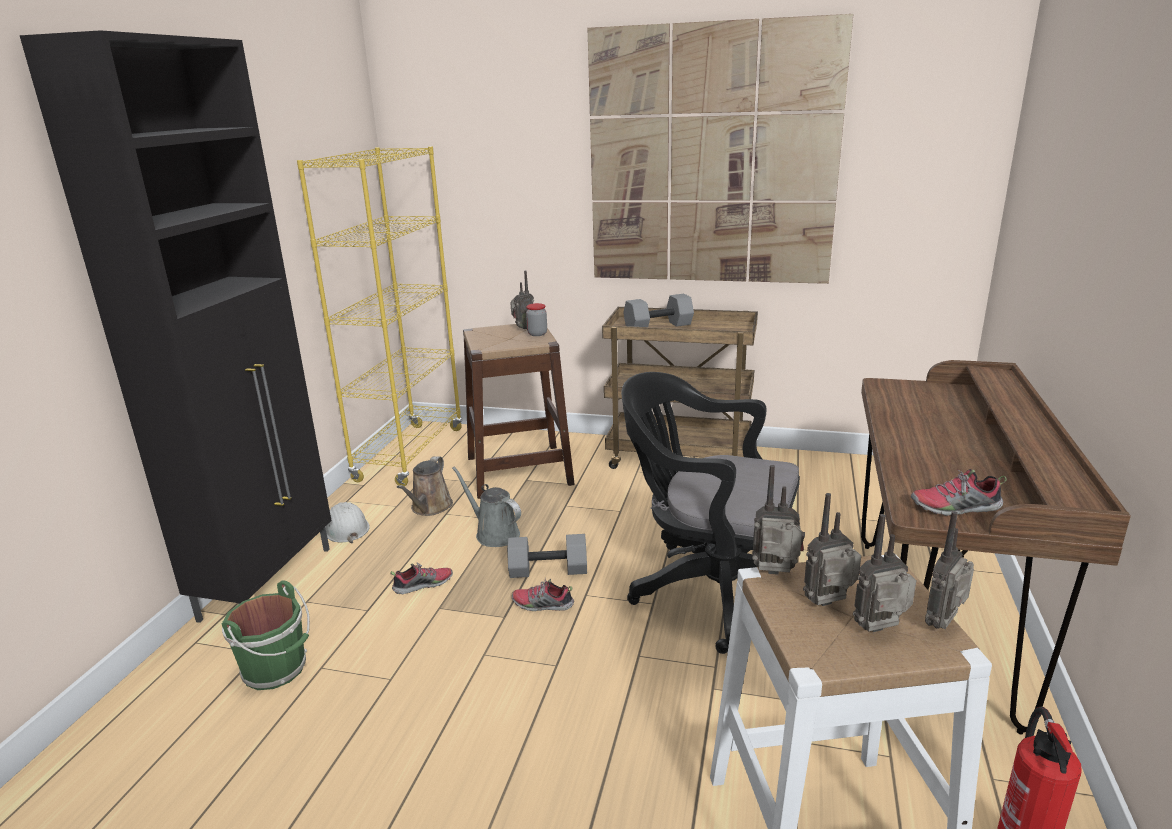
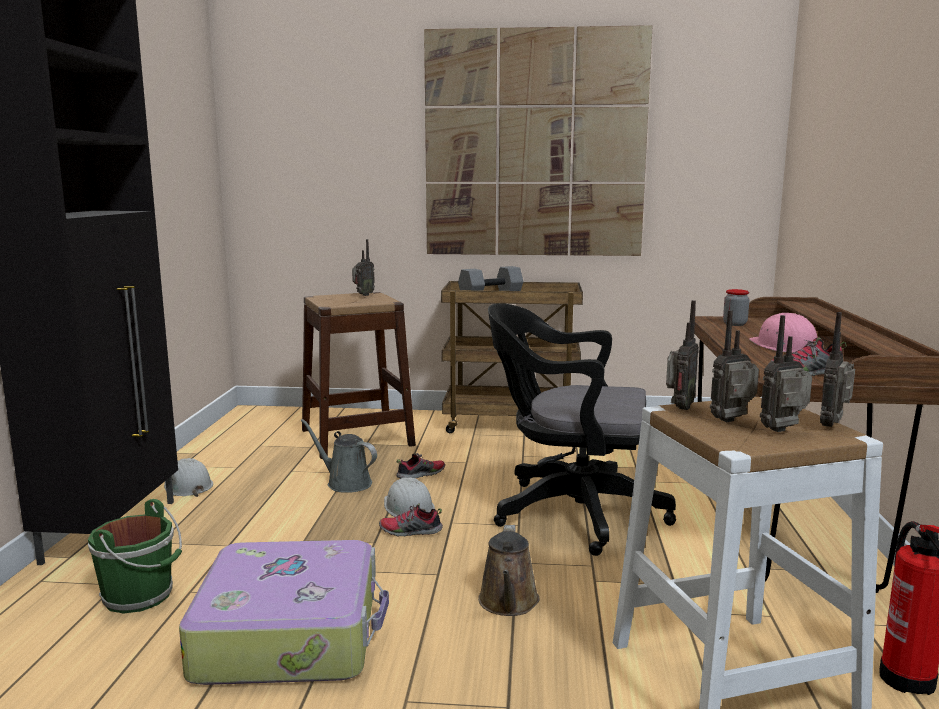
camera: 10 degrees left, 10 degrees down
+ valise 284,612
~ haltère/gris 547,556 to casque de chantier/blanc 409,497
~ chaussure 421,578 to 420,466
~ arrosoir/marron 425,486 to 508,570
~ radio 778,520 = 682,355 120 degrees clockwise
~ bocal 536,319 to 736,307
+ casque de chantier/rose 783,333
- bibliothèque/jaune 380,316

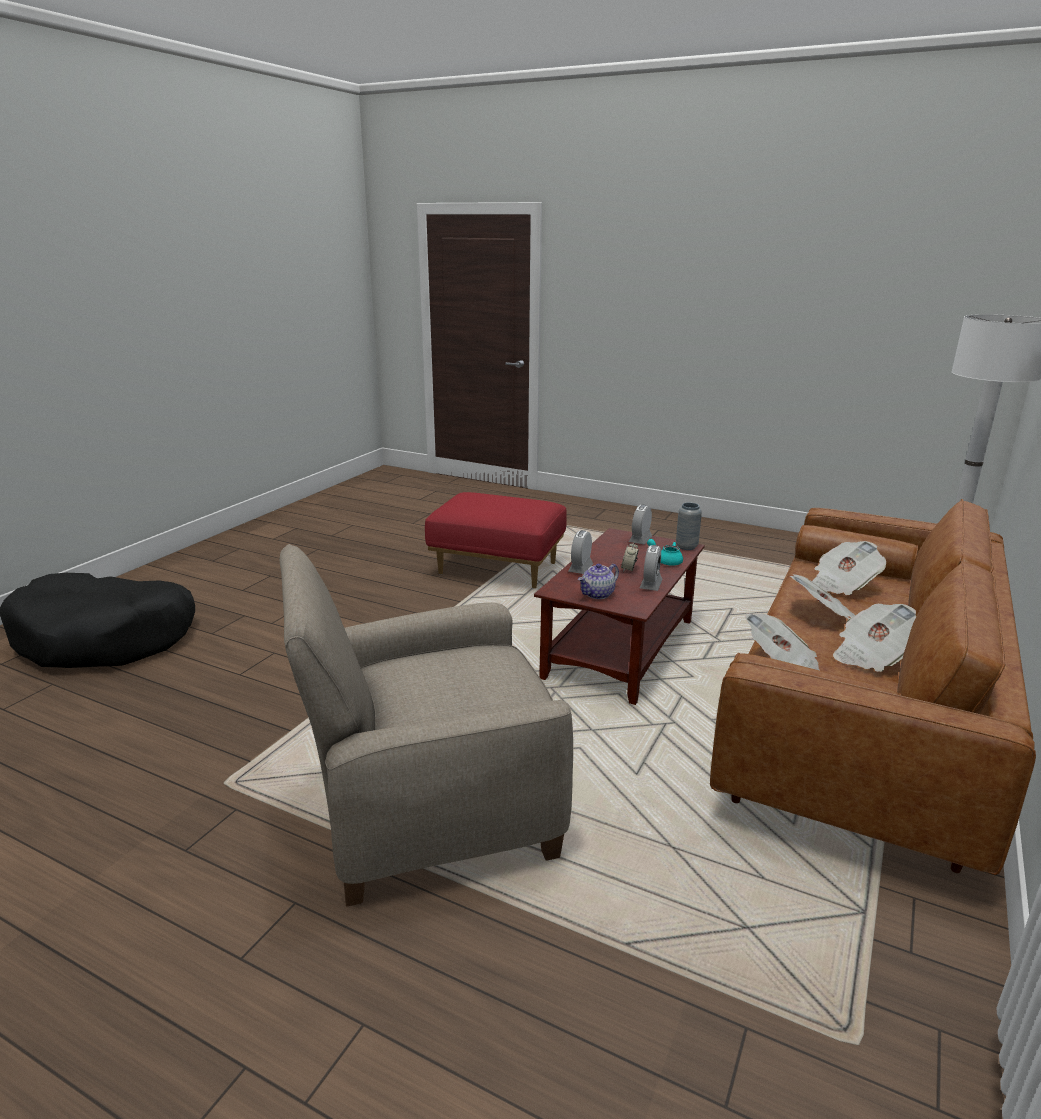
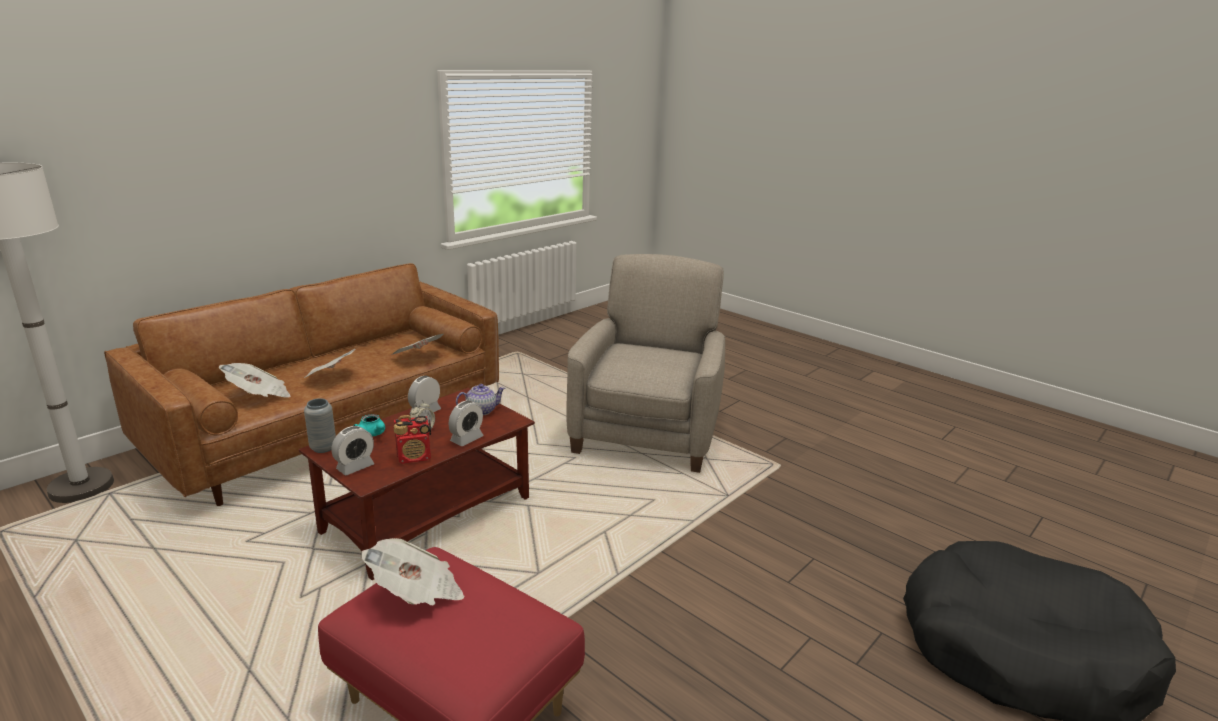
camera: 165 degrees left, 0 degrees up
~ journal 874,637 to 413,571
+ radio 412,439
~ fauteuil/beige 426,725 = 645,363 75 degrees counterclockwise

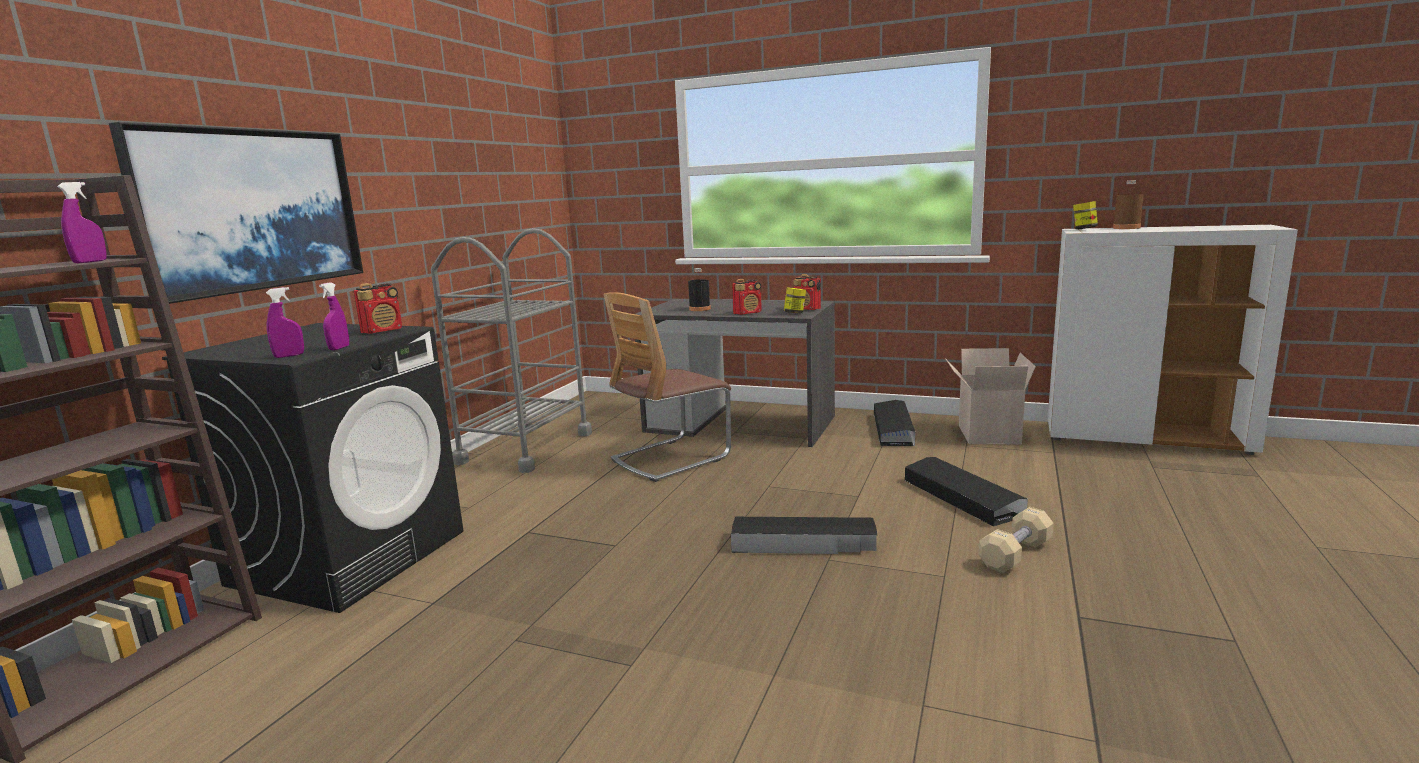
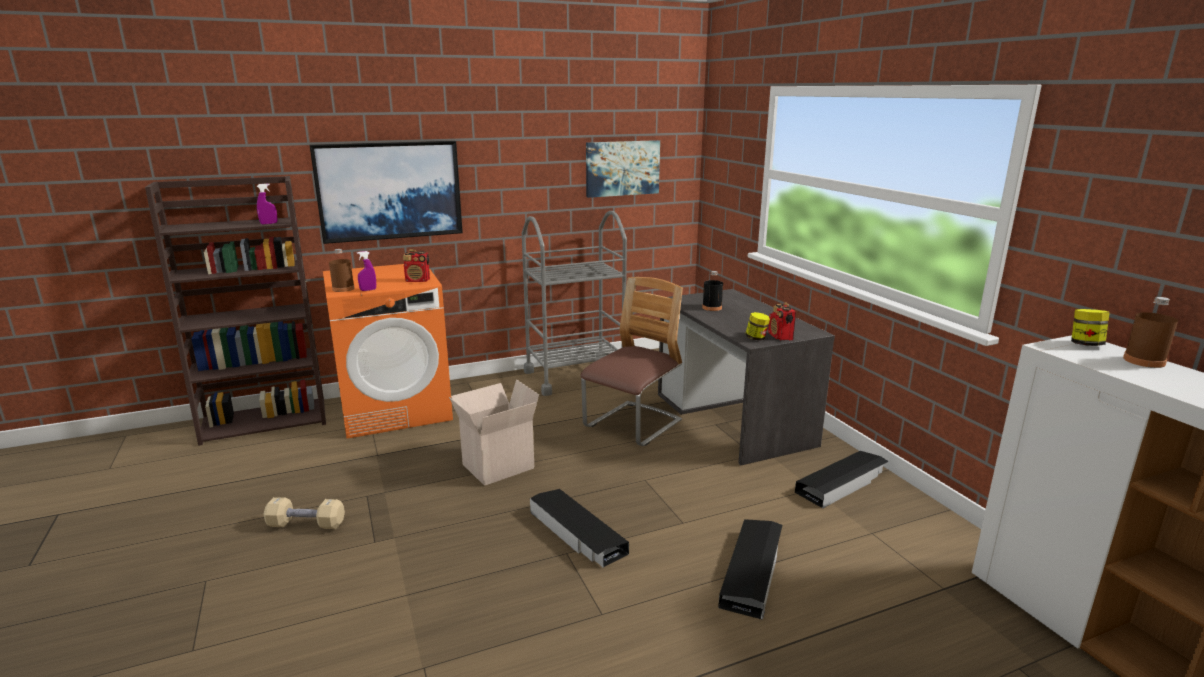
camera: 45 degrees right, 5 degrees up
~ haltère/beige 1016,540 to 304,513
~ lave-linge/noir 312,468 to lave-linge/orange 388,351
~ vaporisateur/violet 285,322 to bouteille/marron 341,270
~ carton 990,396 to 494,432
~ chaise 667,387 = 631,361 120 degrees clockwise
+ tableau 623,169
- radio 747,297

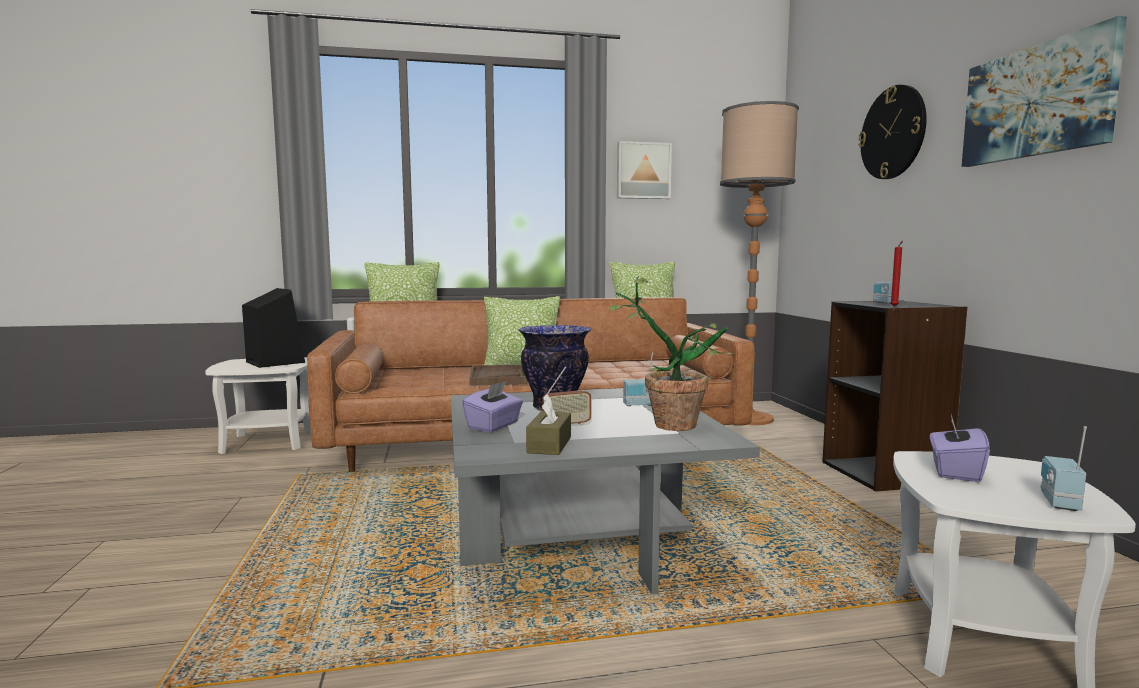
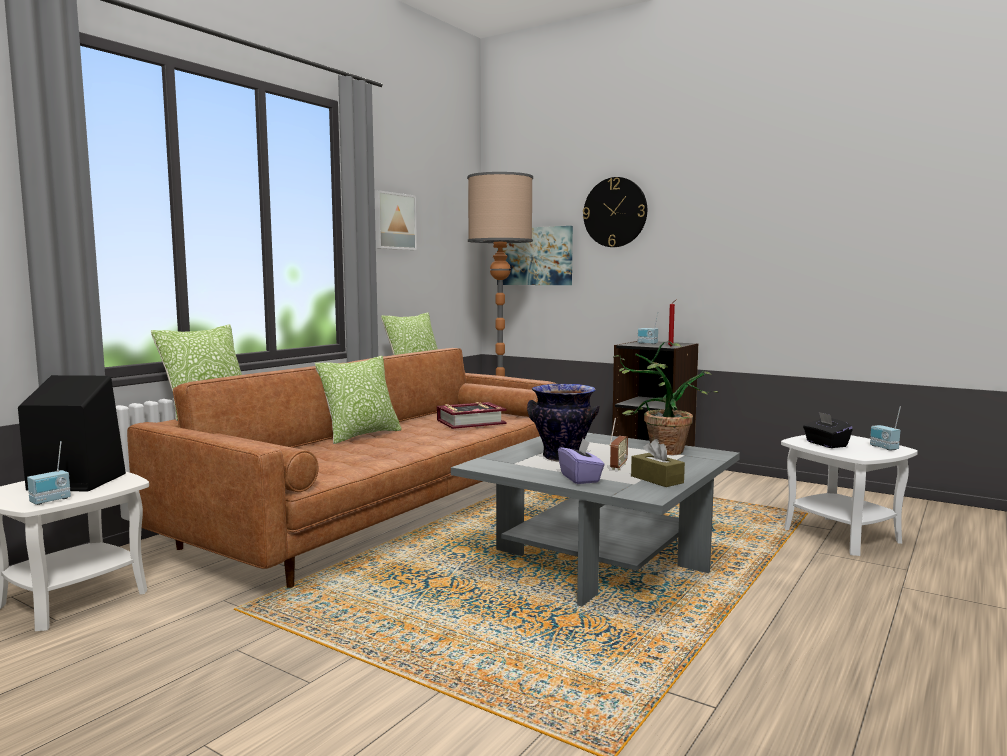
camera: 45 degrees left, 0 degrees up
~ radio 638,379 to 49,473
+ livre 471,415
~ tableau 1044,91 to 535,255
~ boîte à mouchoirs/violet 960,448 to boîte à mouchoirs/noir 828,430
- plateau/marron 498,375

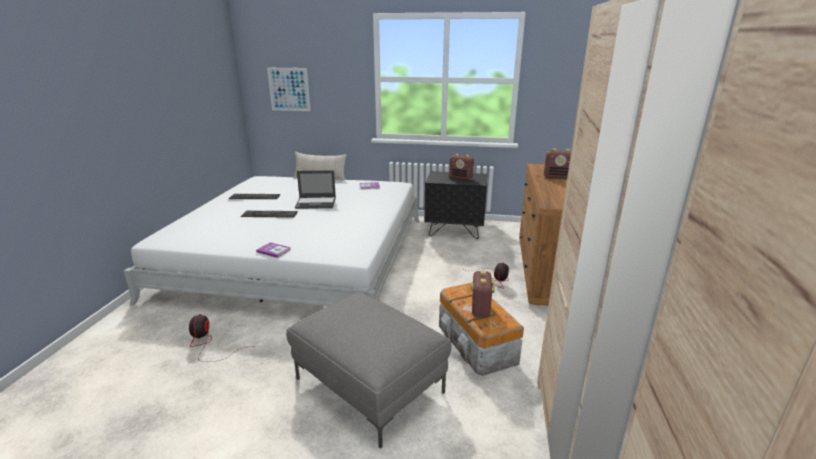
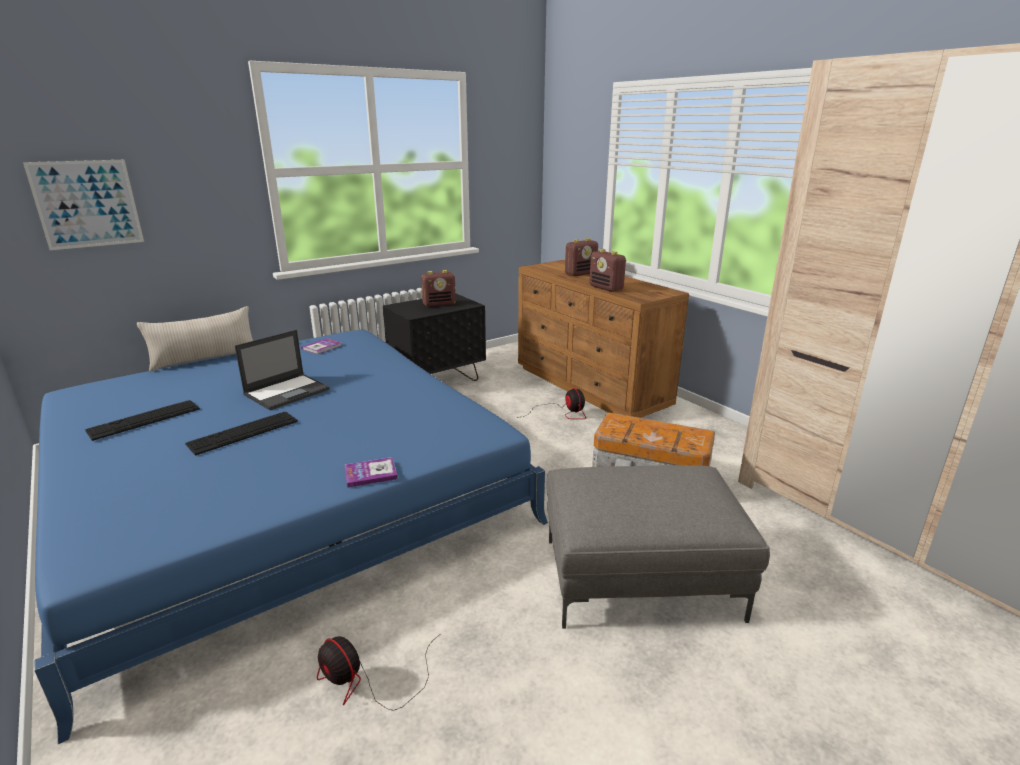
camera: 45 degrees left, 0 degrees up
~ lit/blanc 271,241 to lit/bleu 291,537
~ radio 482,294 to 608,270

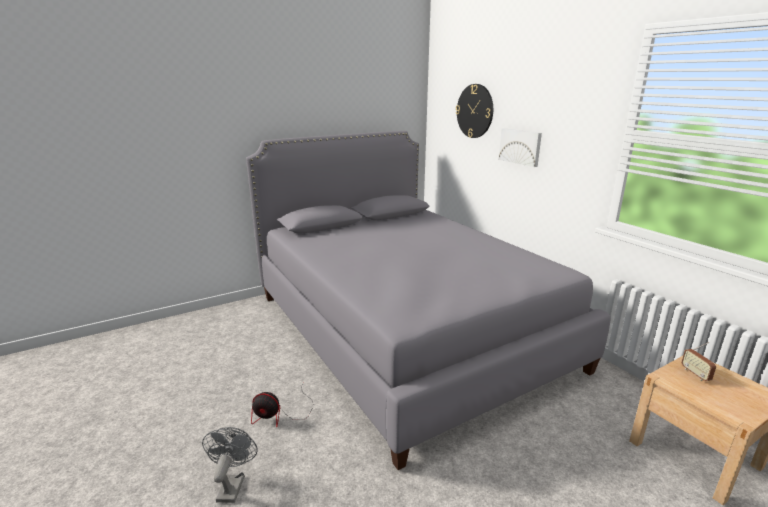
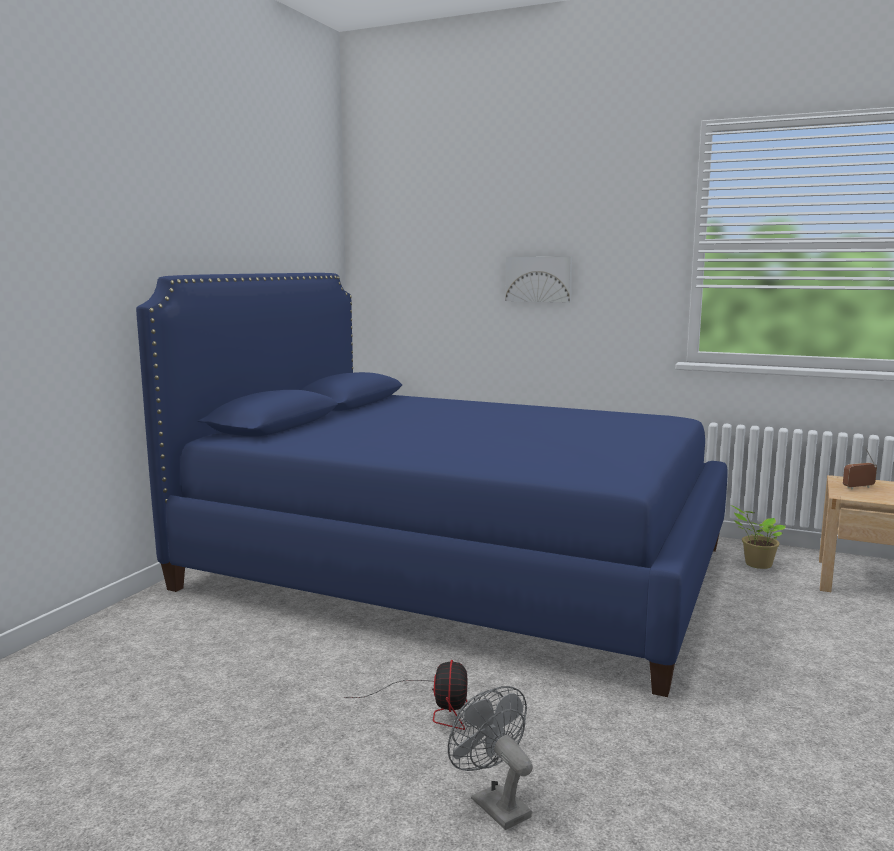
camera: 35 degrees left, 10 degrees down
~ lit/gris 428,300 to lit/bleu 432,485
~ ventilateur 282,405 = 405,695 60 degrees counterclockwise
+ plante en pot 758,537
~ radio 698,361 = 860,469 120 degrees clockwise
- horloge murale 474,111

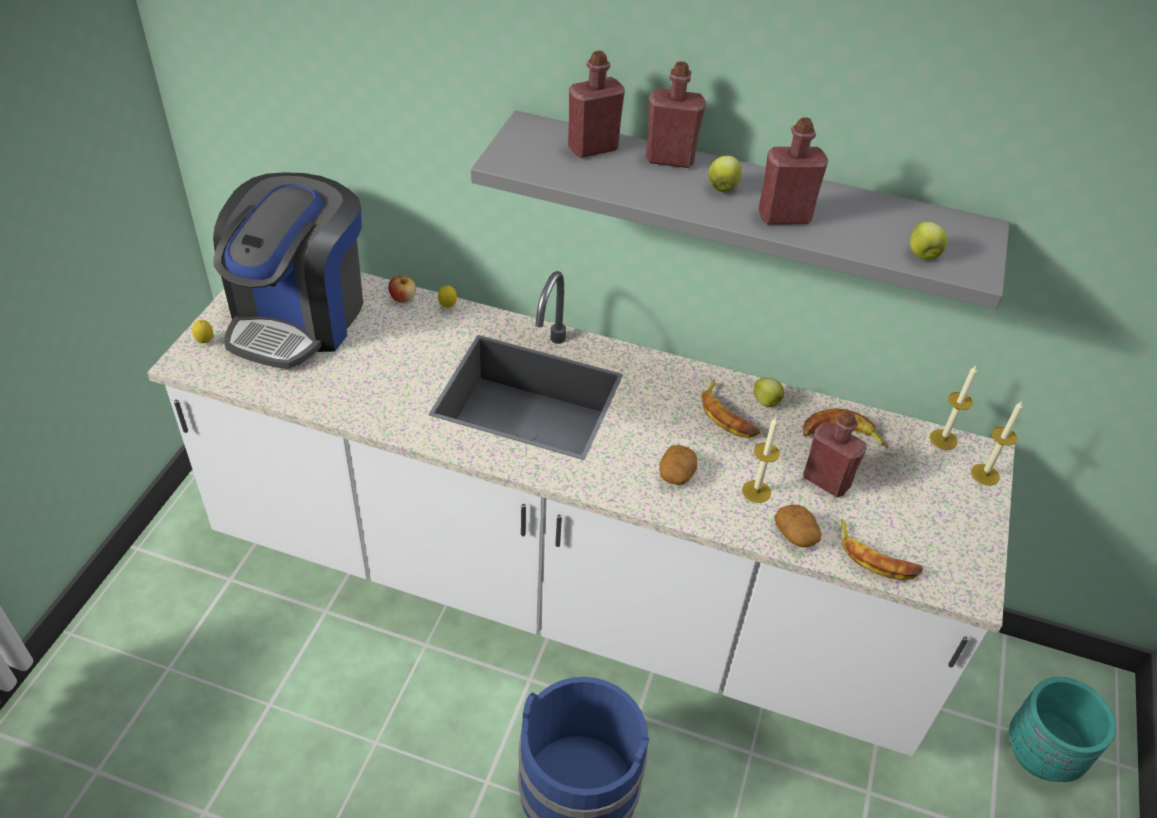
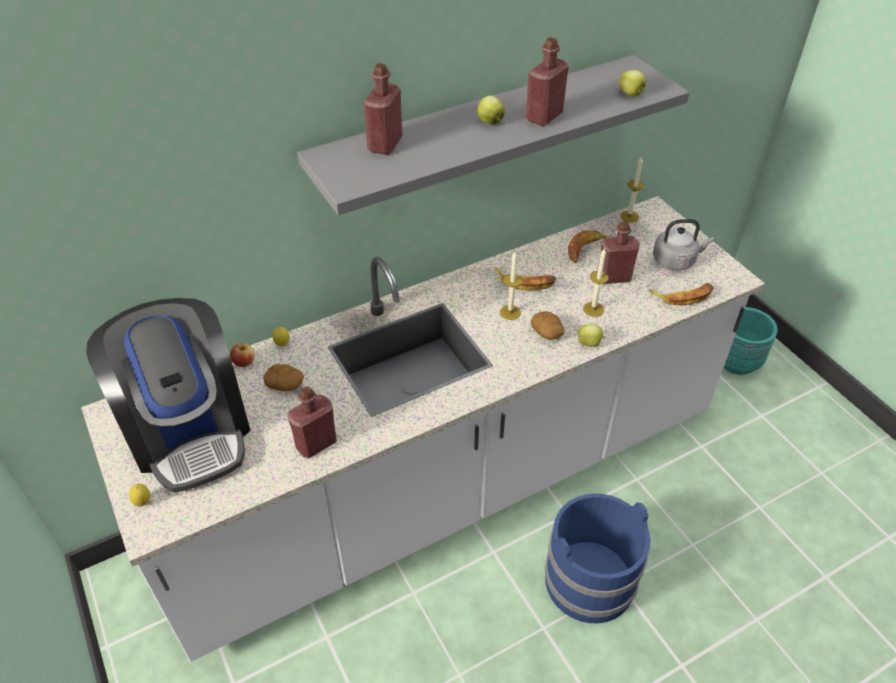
camera: 45 degrees left, 0 degrees up
~ pomme de terre 798,526 to 283,377
~ bouteille/rouge 676,114 to 312,422
~ bougie 997,443 to 511,286
~ pomme 768,392 to 591,335
+ bouilloire/gris 683,244

